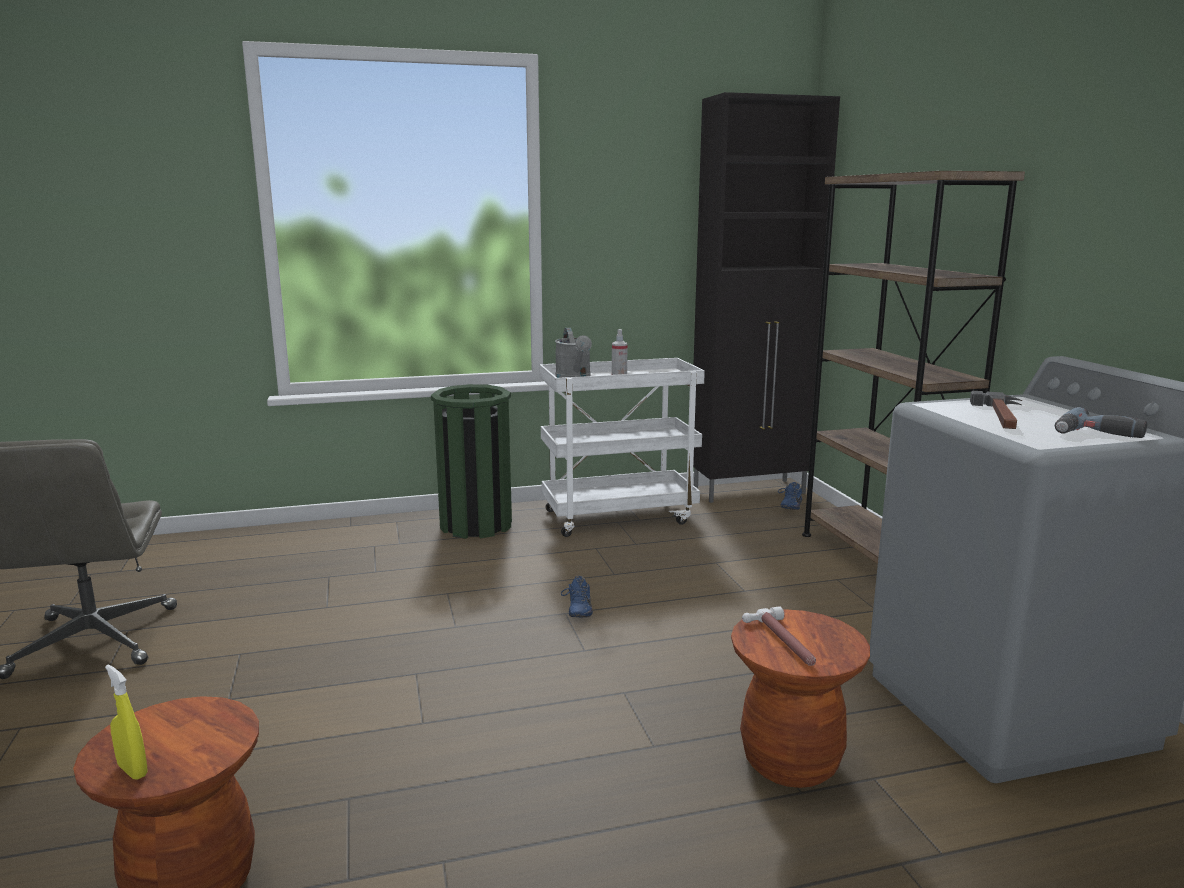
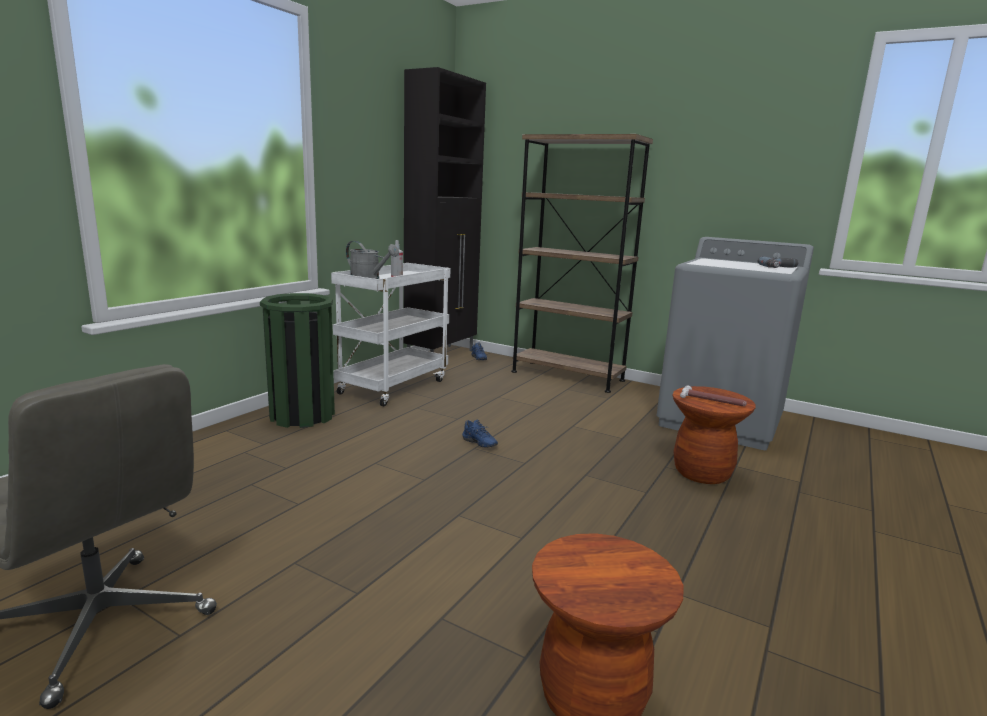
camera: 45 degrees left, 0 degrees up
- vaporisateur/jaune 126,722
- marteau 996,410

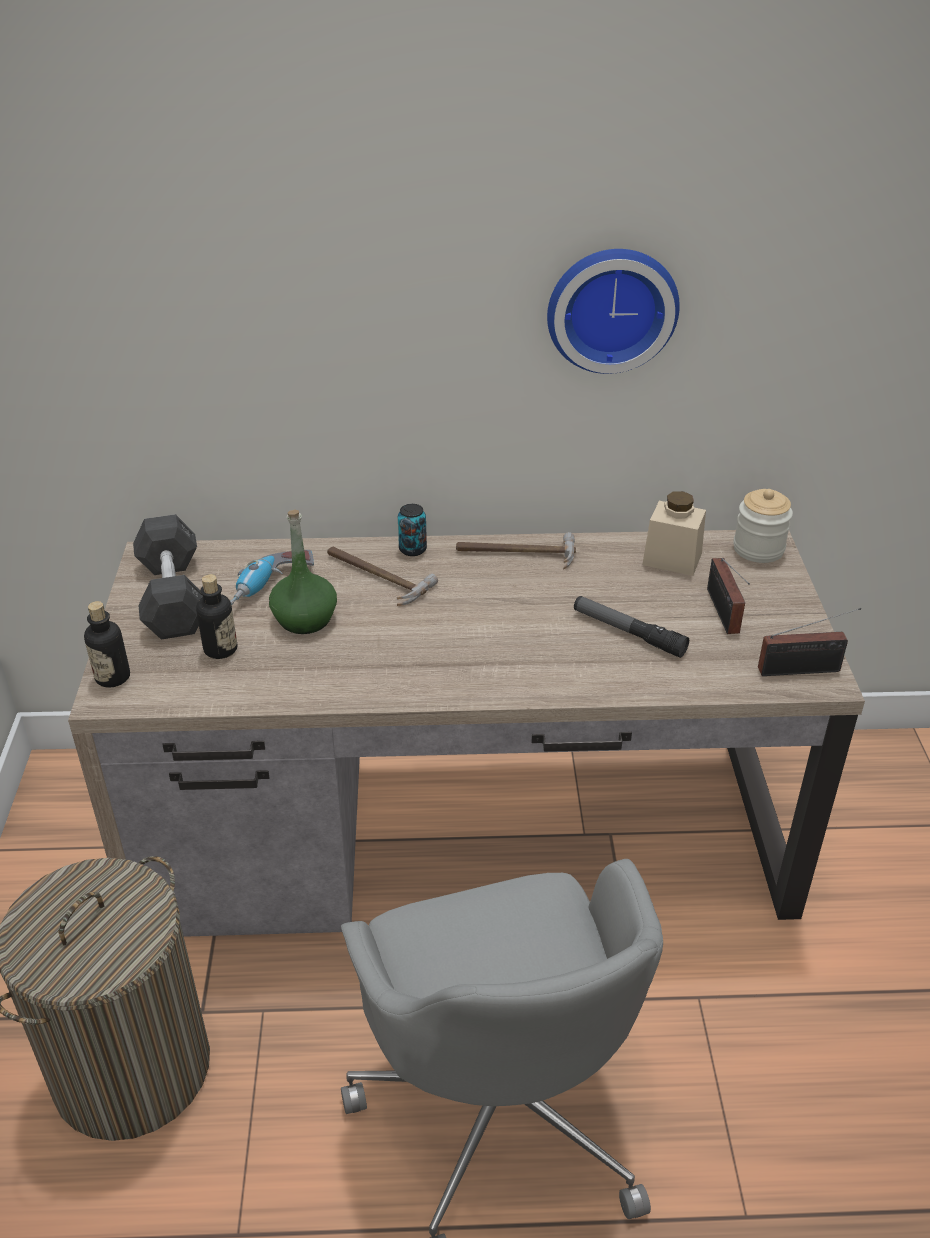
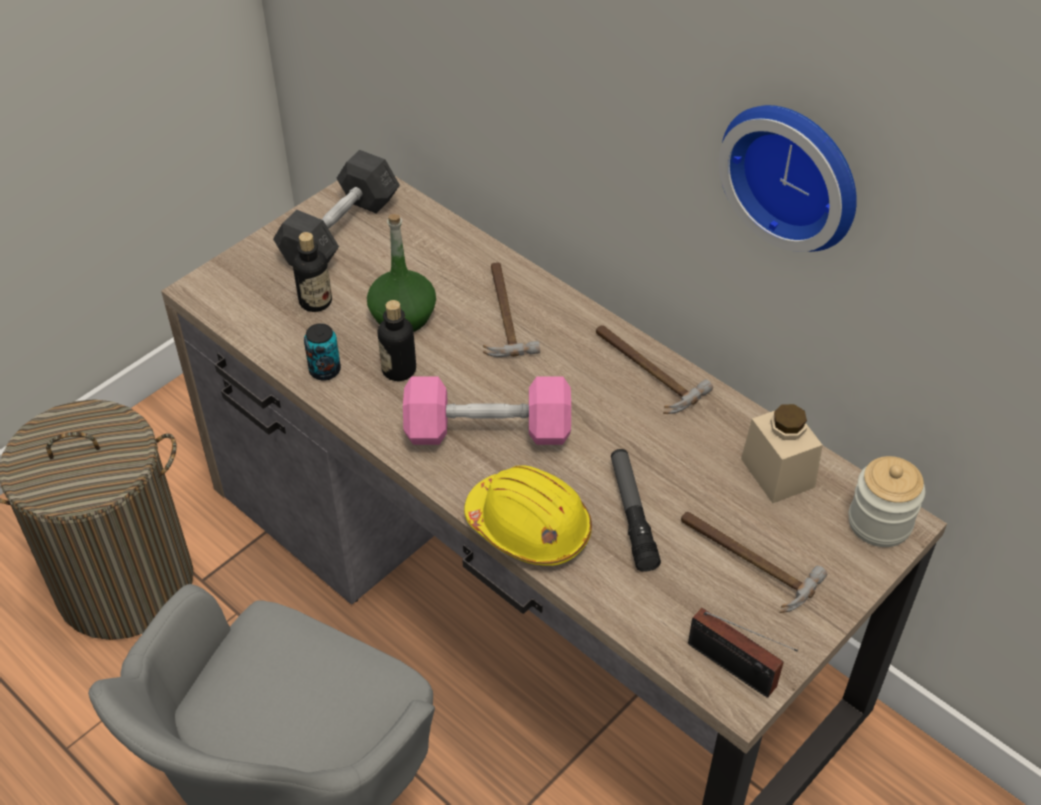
camera: 45 degrees right, 10 degrees up
~ boîte métallique 412,530 to 322,352
~ bouteille 107,644 to 397,340
+ haltère/rose 487,411
+ casque de chantier/jaune 528,515
~ radio 728,596 to marteau 754,562
- perceuse 272,577

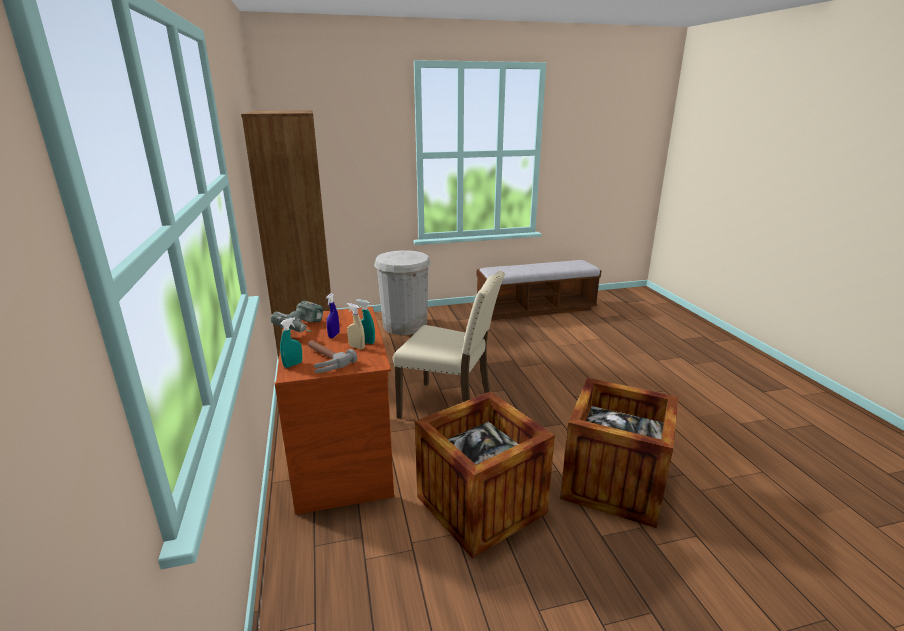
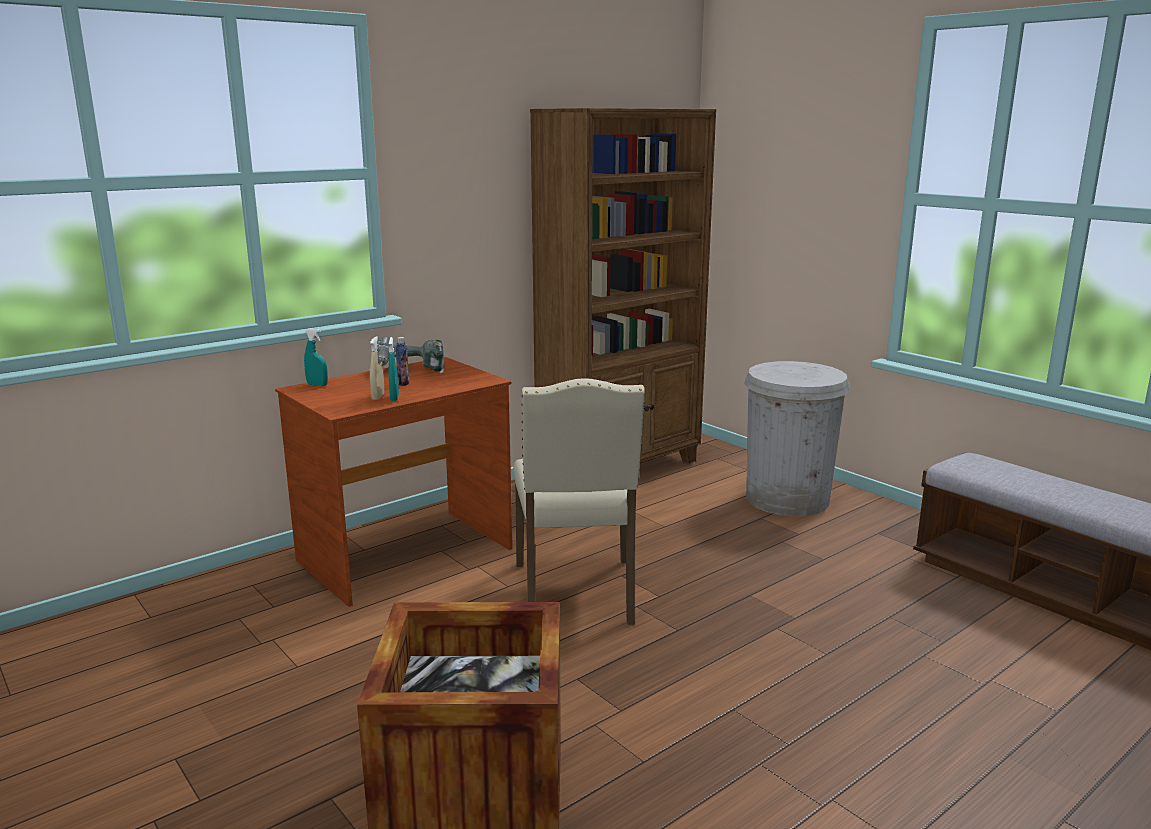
camera: 65 degrees right, 5 degrees down
~ vaporisateur/bleu 333,315 to bouteille 402,361
- marteau 332,356
- caisse 485,475

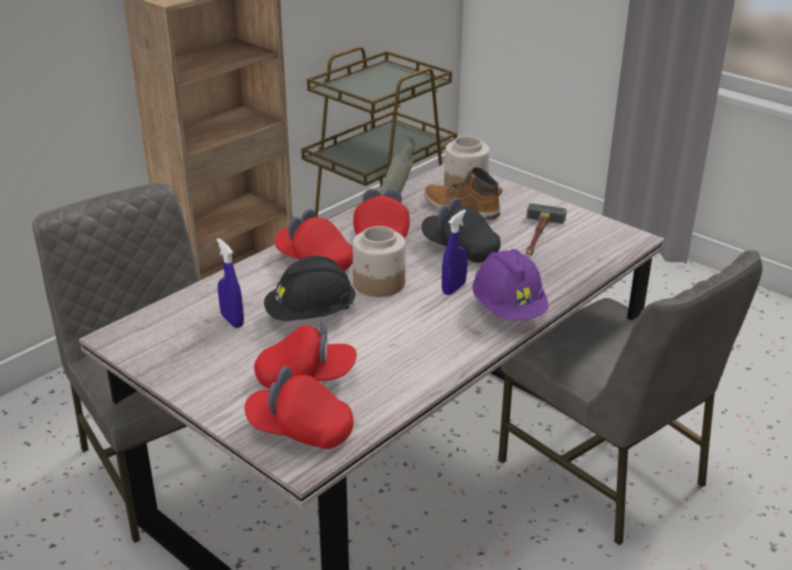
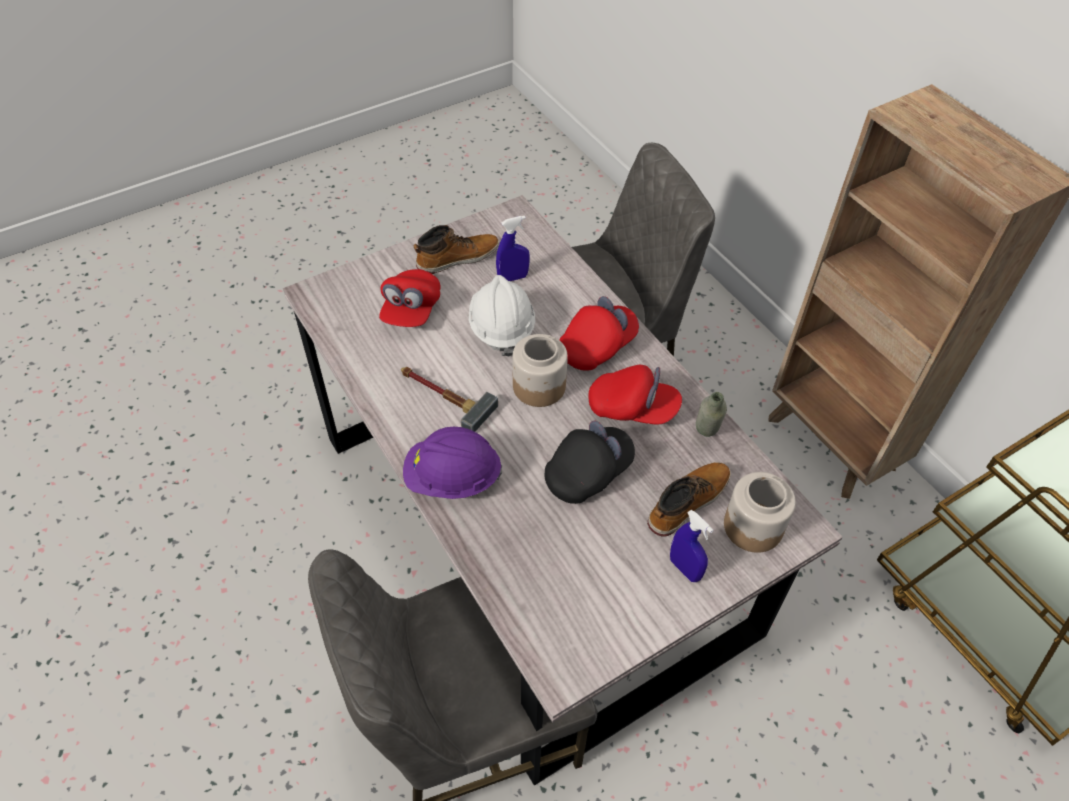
camera: 105 degrees right, 20 degrees up
~ marteau 546,229 to 449,399
+ botte 456,249
~ casque de chantier/noir 310,288 to casque de chantier/blanc 502,316
~ vaporisateur/bleu 455,252 to 692,546
- casquette/rouge 299,407

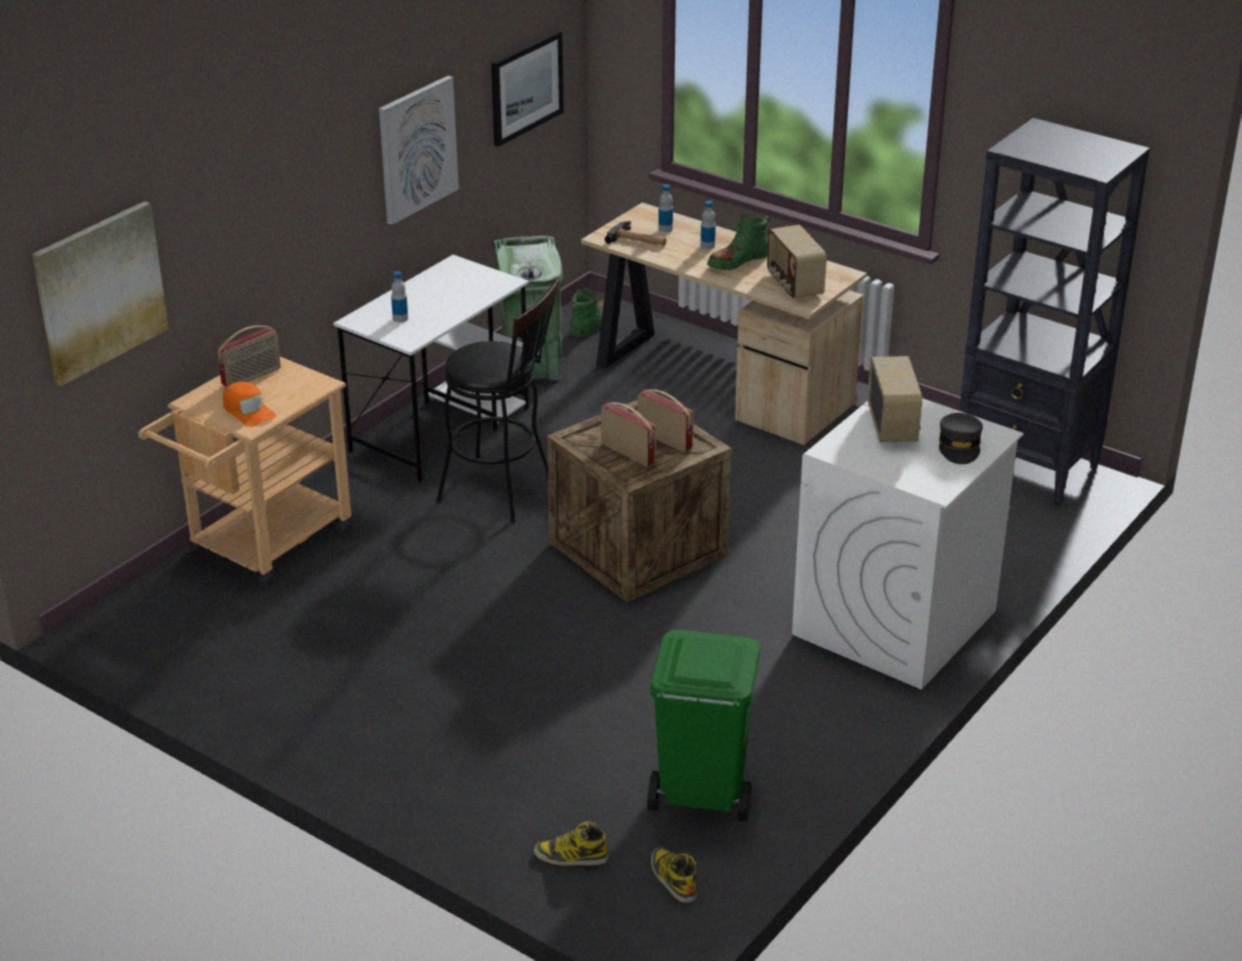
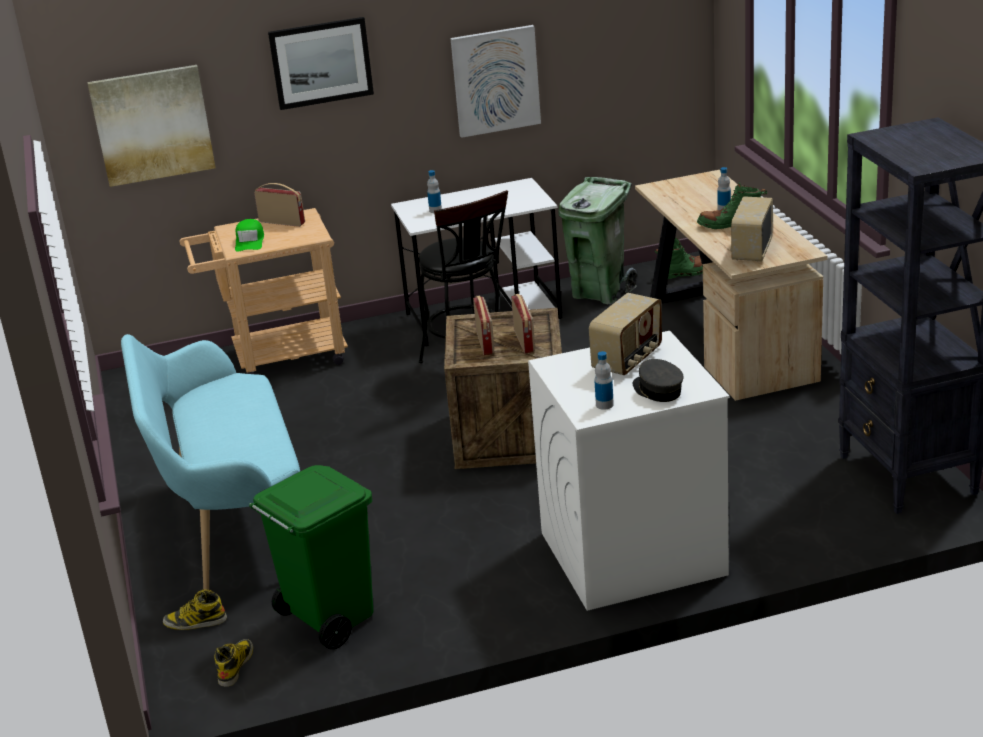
camera: 40 degrees right, 5 degrees down
+ banc/turquoise 210,462
~ botte 571,843 = 195,609 45 degrees counterclockwise
~ casquette/orange 249,404 to casquette/vert 249,235
~ radio 249,356 = 279,205 150 degrees counterclockwise
~ tableau 527,88 to 321,63
~ bouteille 665,208 to 604,380
~ casquette/gris 961,438 = 658,380 105 degrees clockwise
- marteau 635,233

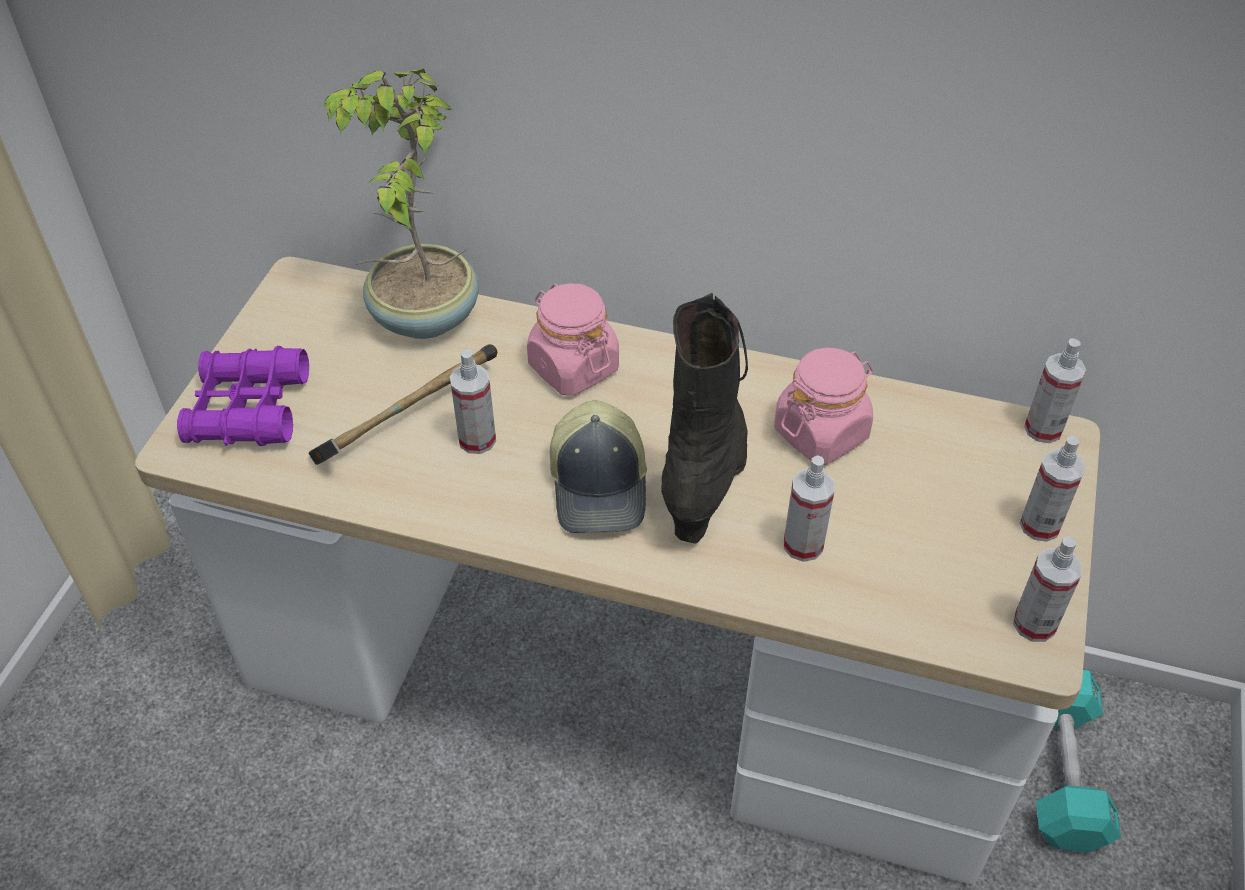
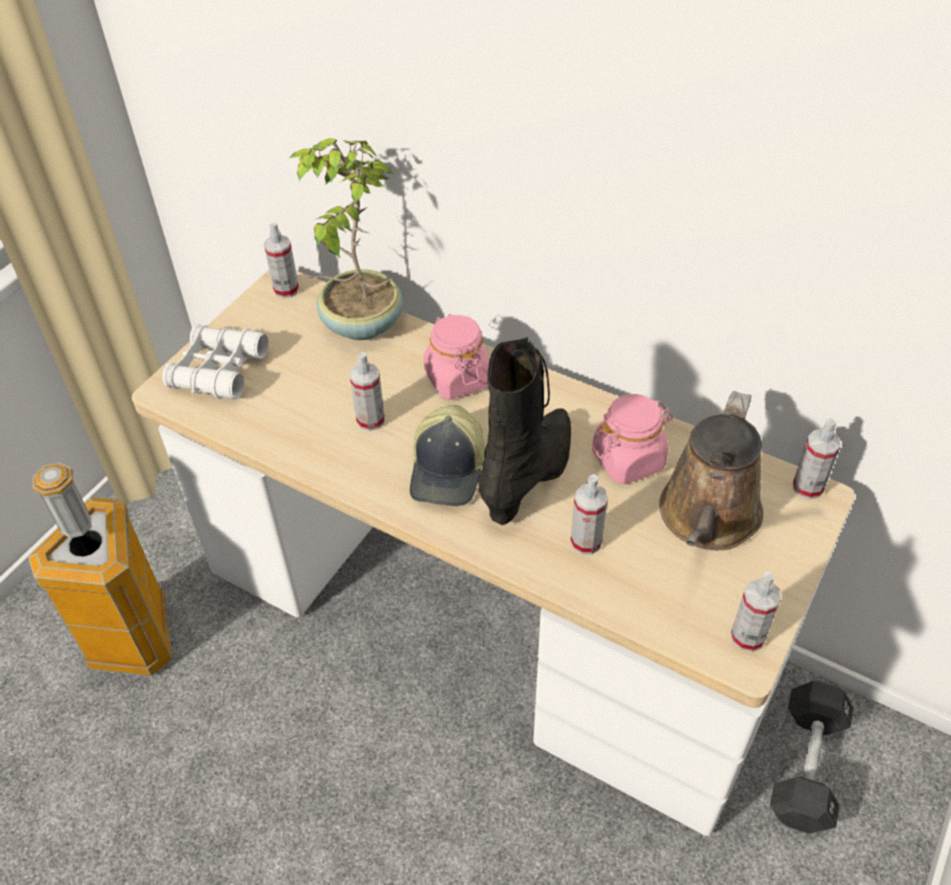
camera: 15 degrees right, 0 degrees up
+ poubelle 100,569
~ jumelles/violet 243,396 to jumelles/blanc 215,361
~ vaporisateur 1052,489 to 281,260
+ arrosoir/marron 711,470
~ haltère/turquoise 1078,761 to haltère/noir 811,757
- marteau 403,404

